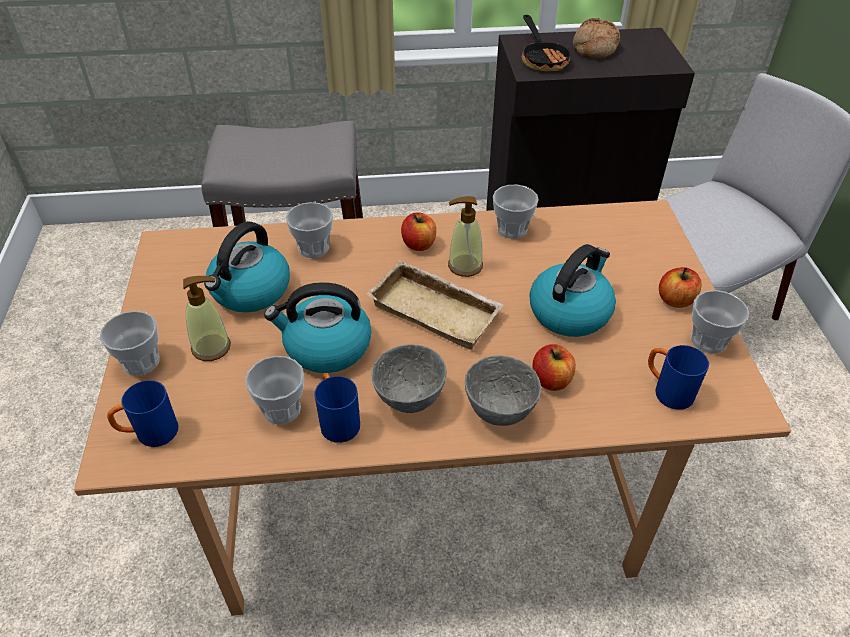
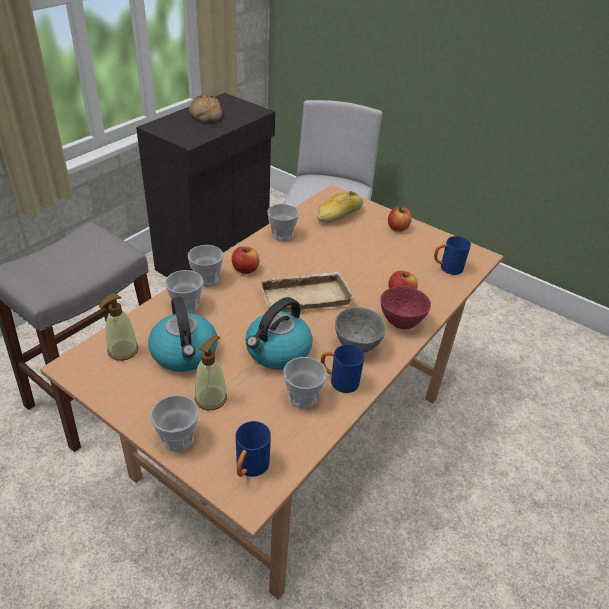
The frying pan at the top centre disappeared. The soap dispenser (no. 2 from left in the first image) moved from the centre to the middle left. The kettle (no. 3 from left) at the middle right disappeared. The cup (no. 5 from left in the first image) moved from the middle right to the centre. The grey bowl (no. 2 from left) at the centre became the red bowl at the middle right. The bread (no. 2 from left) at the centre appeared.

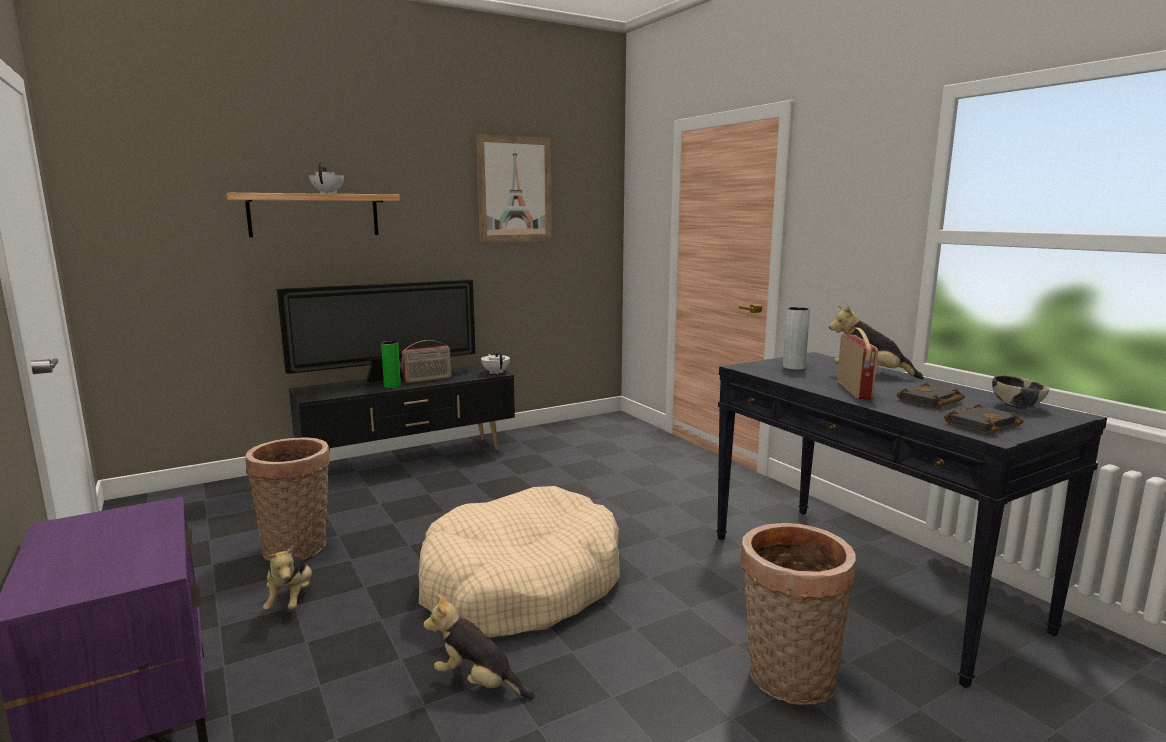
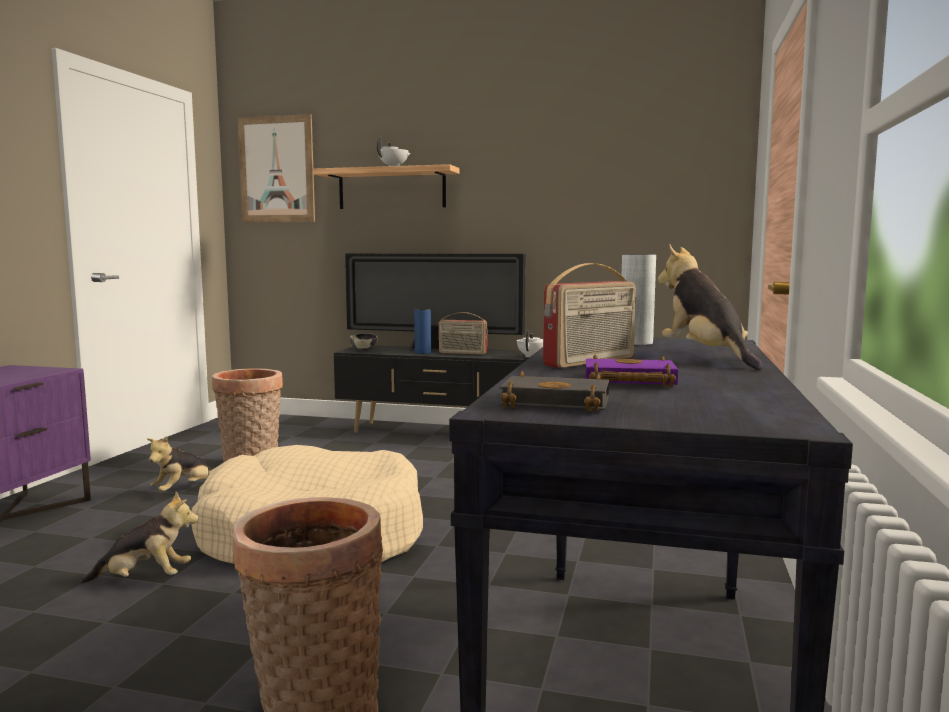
The picture moved from the top centre to the top left. The green vase at the centre became the blue vase at the centre. The bowl moved from the middle right to the centre. The black book (no. 1 from left) at the middle right became the purple book at the centre. The plush toy (no. 2 from left in the first image) at the bottom centre turned 105 degrees clockwise.

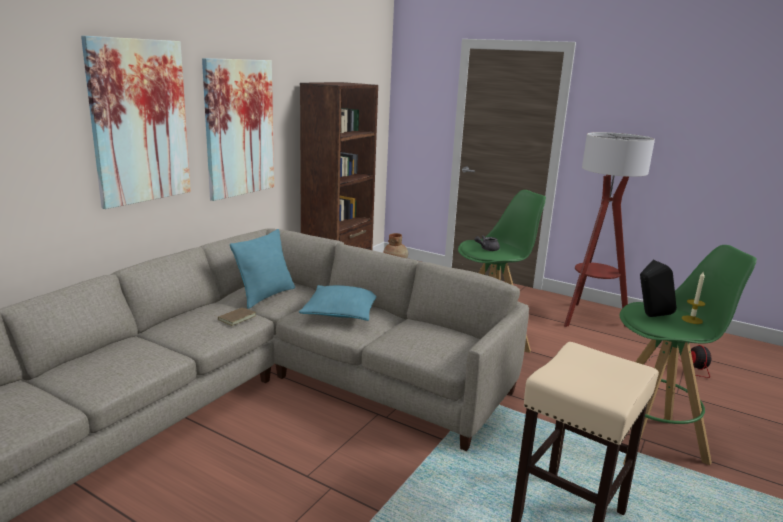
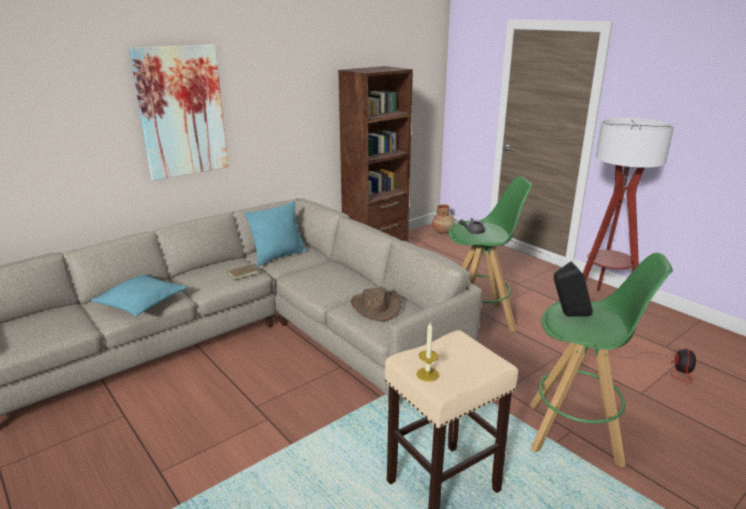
The picture (no. 2 from left) at the top left disappeared. The candle moved from the middle right to the bottom centre. The turquoise pillow (no. 2 from left in the first image) moved from the centre to the middle left. The brown hat at the centre appeared.

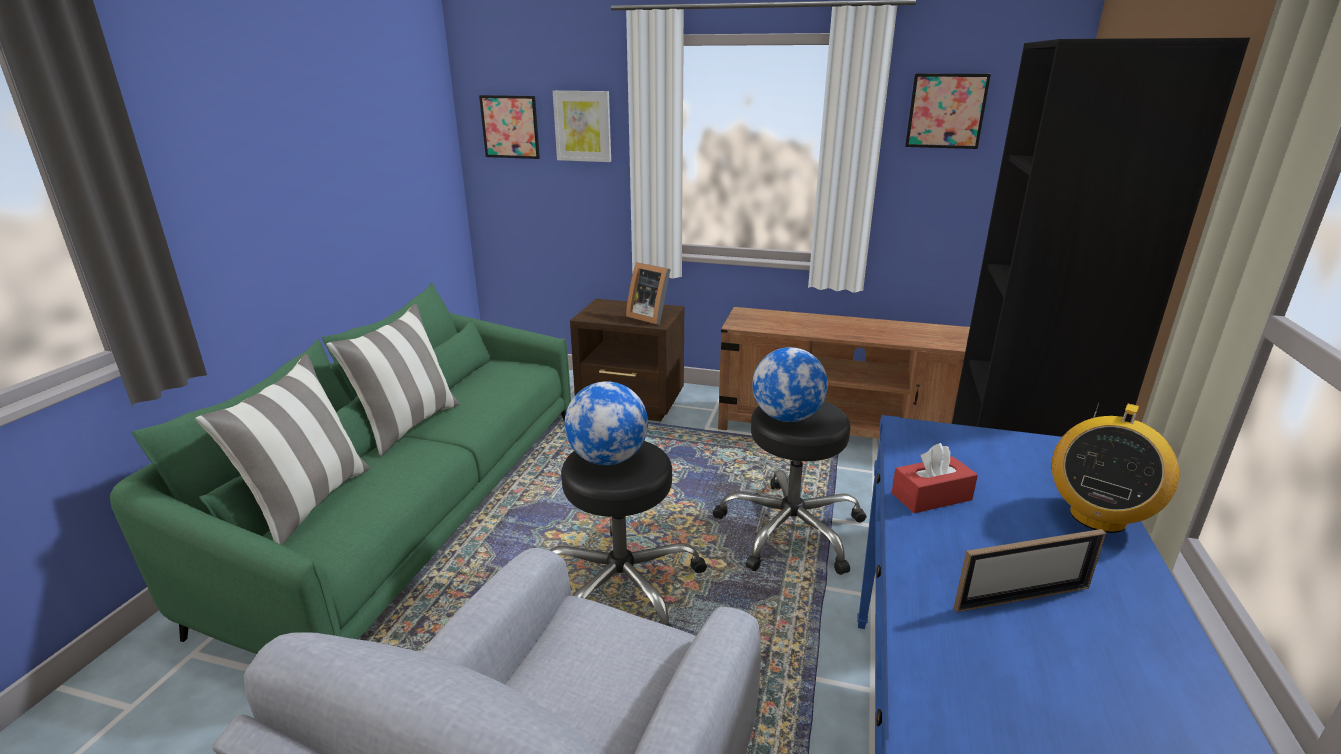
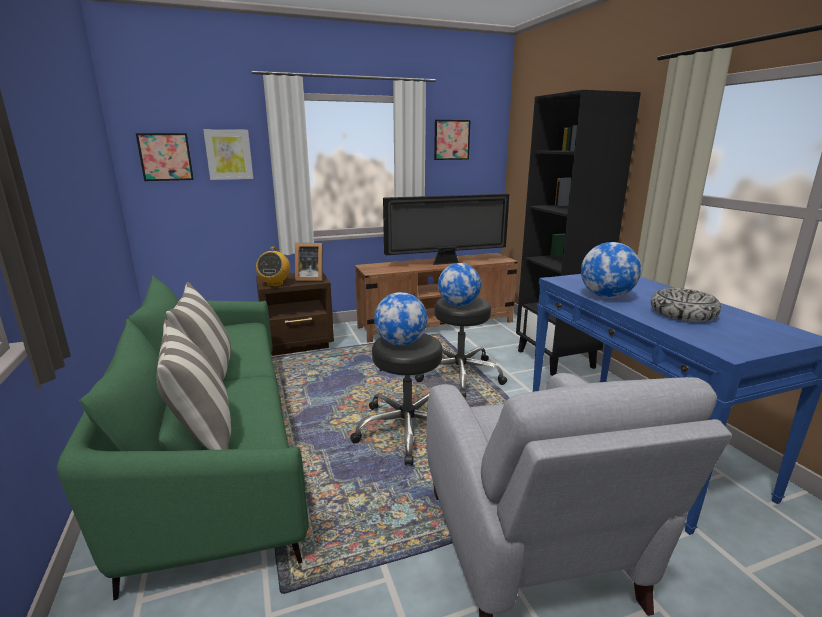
The radio moved from the middle right to the middle left. The red tissue box at the middle right was replaced by the globe (no. 3 from left) at the middle right. The picture frame (no. 2 from left) at the bottom right was replaced by the bowl at the middle right. The television at the centre appeared.

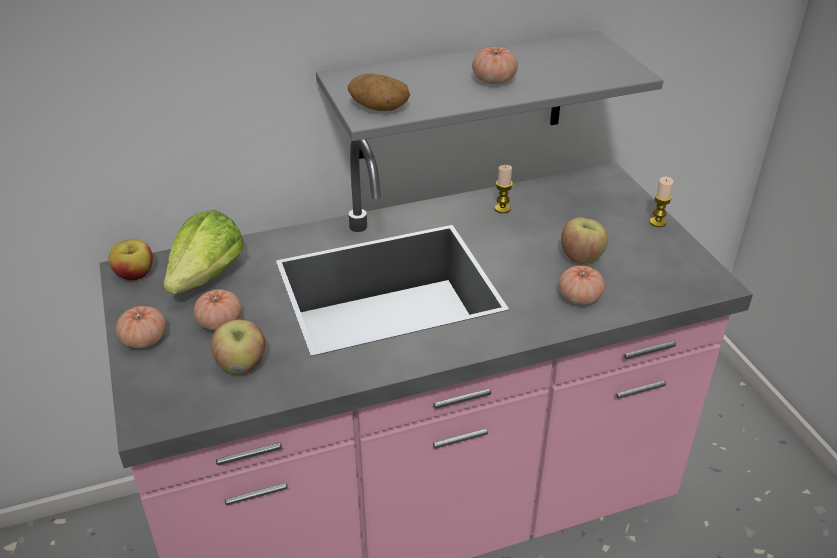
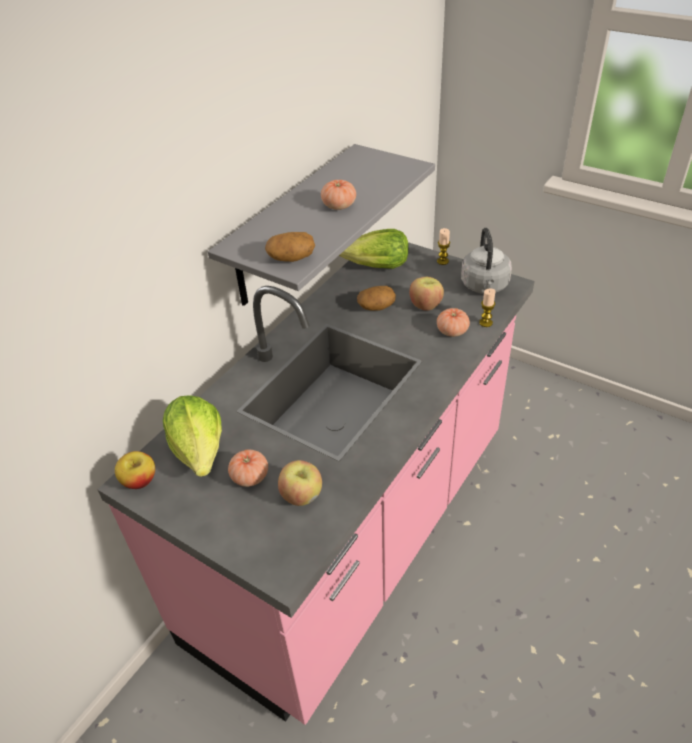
The candle (no. 1 from left in the first image) moved from the centre to the middle right. The tomato (no. 1 from left) at the middle left disappeared. The grey kettle at the middle right appeared. The lettuce (no. 2 from left) at the centre appeared. The potato (no. 2 from left) at the centre appeared.

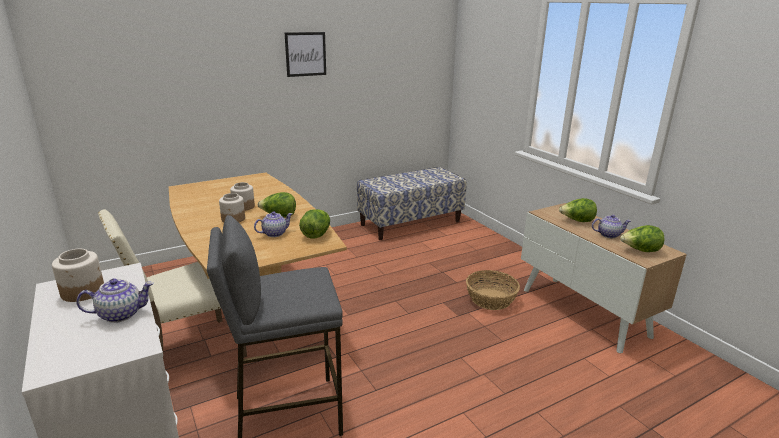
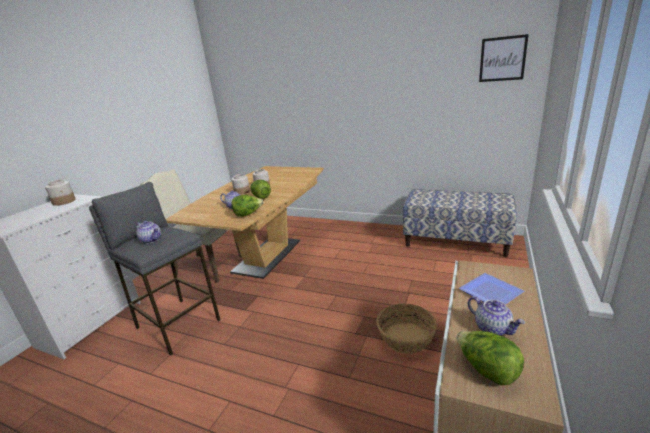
The picture moved from the top centre to the top right. The lettuce (no. 3 from left) at the middle right was replaced by the plate at the middle right. The teapot (no. 1 from left) moved from the bottom left to the middle left.

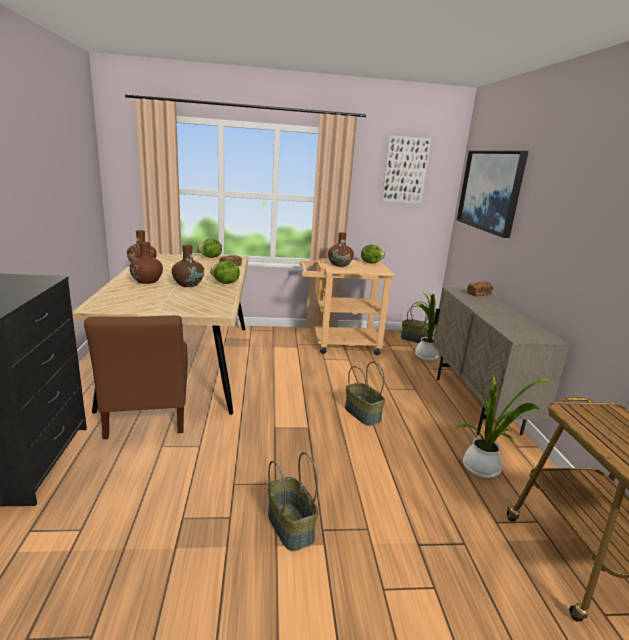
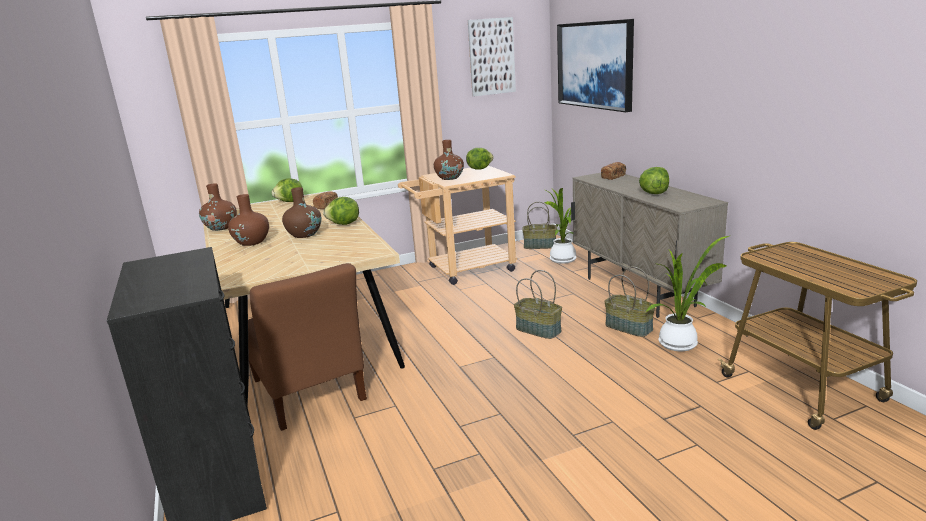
The basket (no. 1 from left in the first image) moved from the bottom centre to the middle right. The lettuce (no. 4 from left) at the middle right appeared.

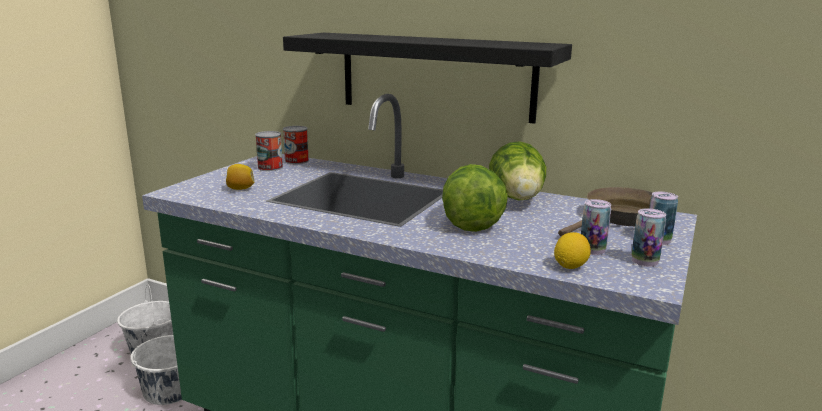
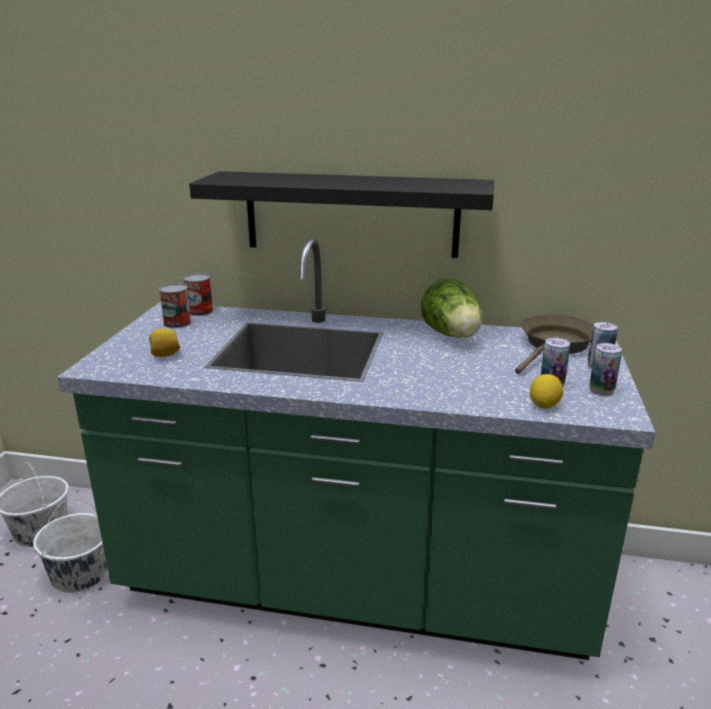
The lettuce (no. 1 from left) at the centre disappeared.

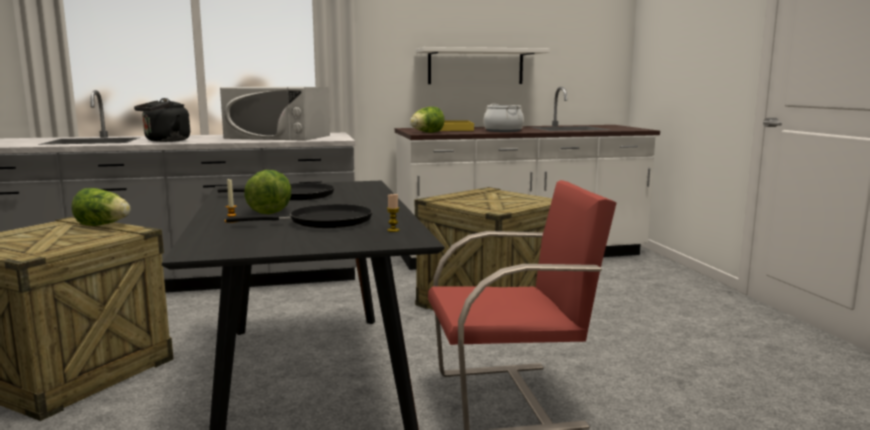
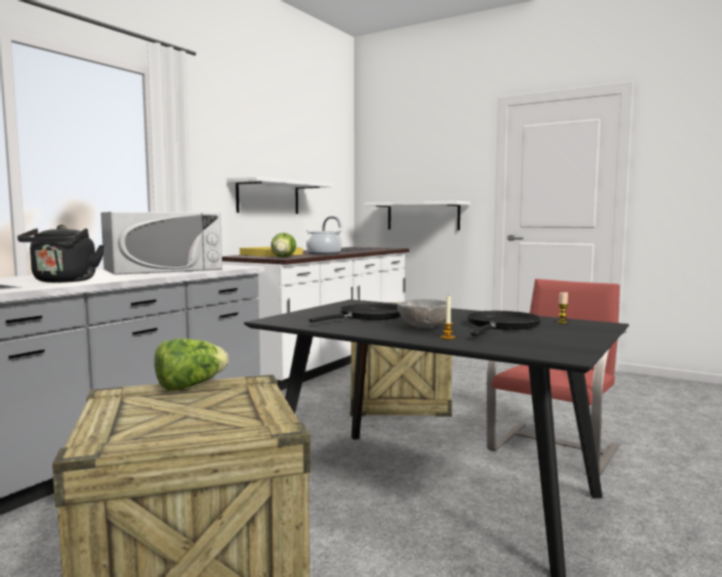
The lettuce (no. 2 from left) at the middle left was replaced by the grey bowl at the centre. The white shelf (no. 2 from left) at the centre appeared.

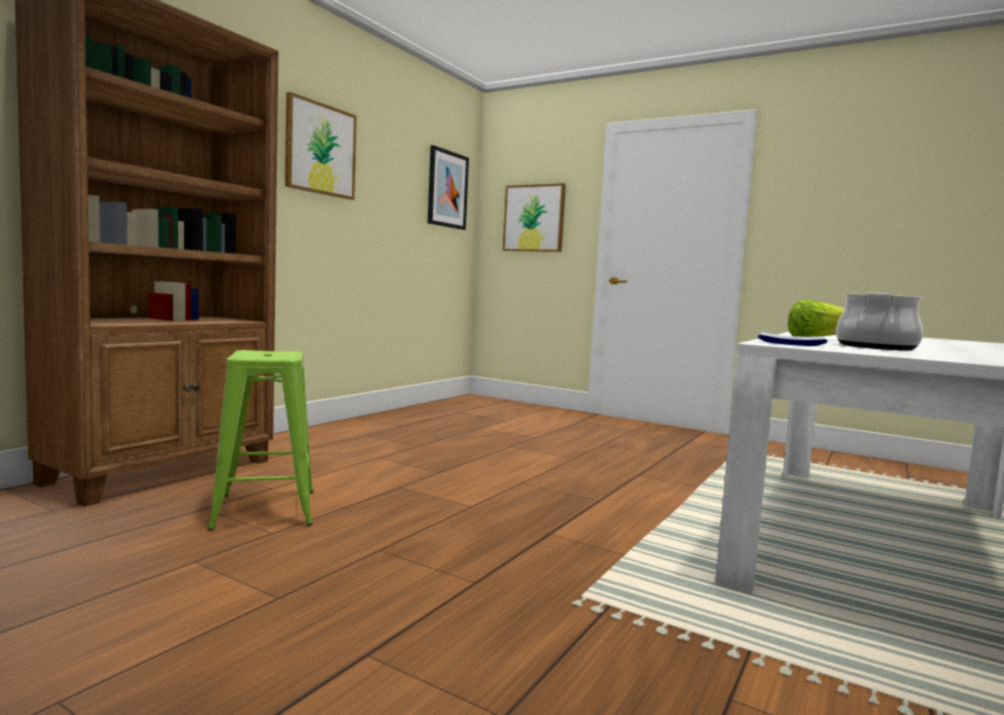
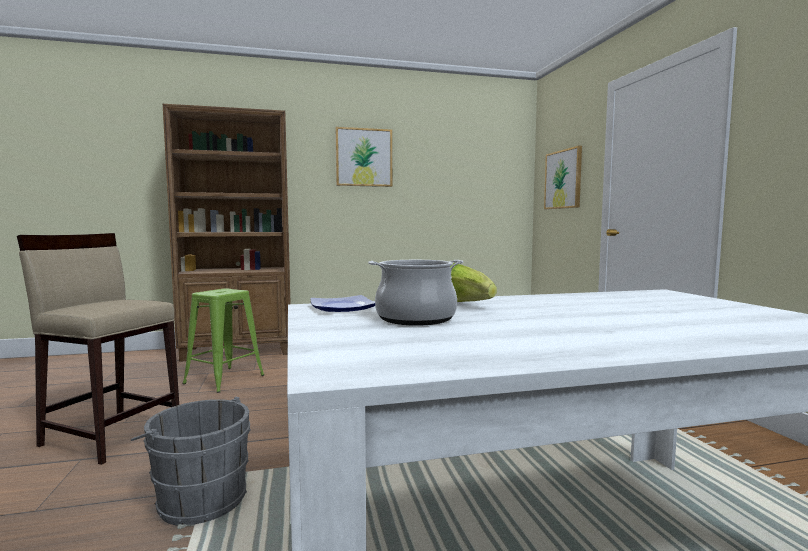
The picture (no. 2 from left) at the top centre disappeared. The beige stool at the middle left appeared. The grey bucket at the bottom left appeared.

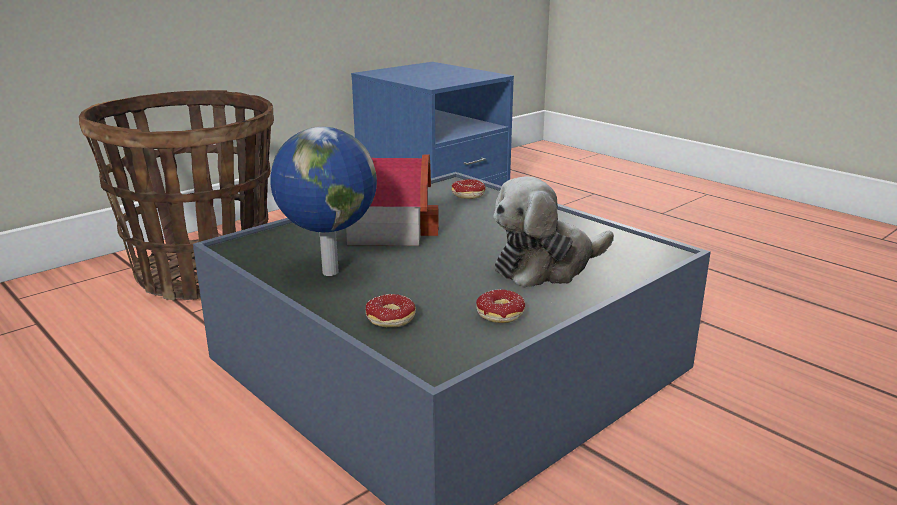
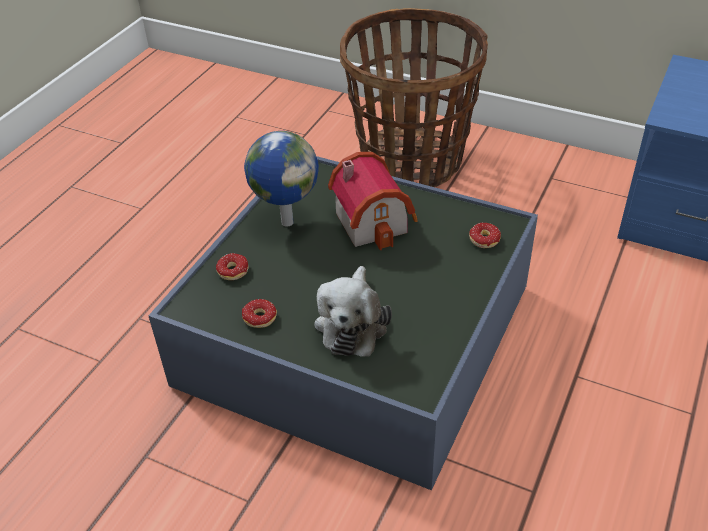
The plush toy at the centre turned 120 degrees counterclockwise.

